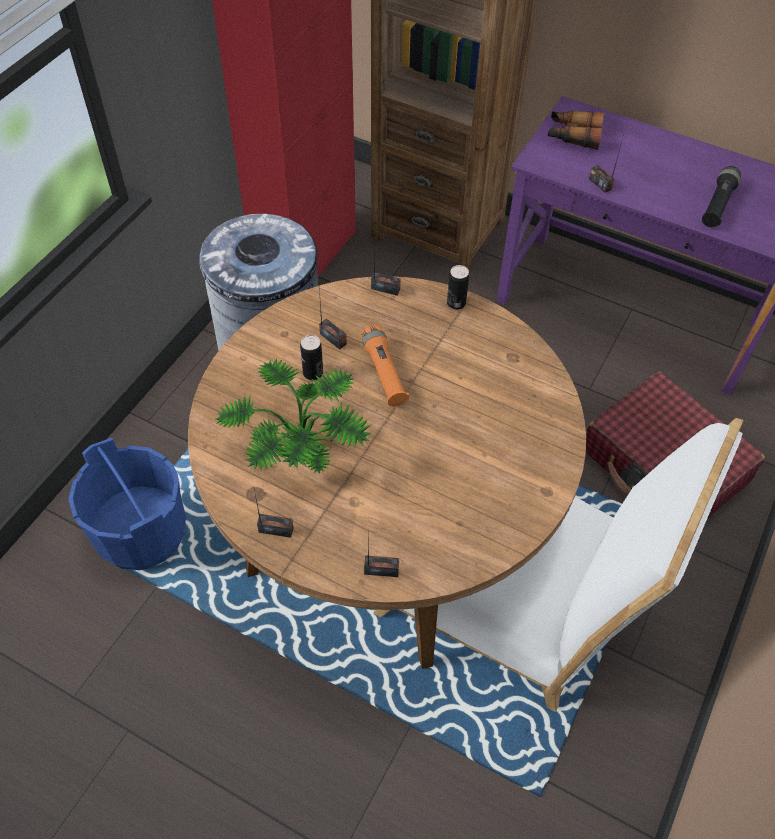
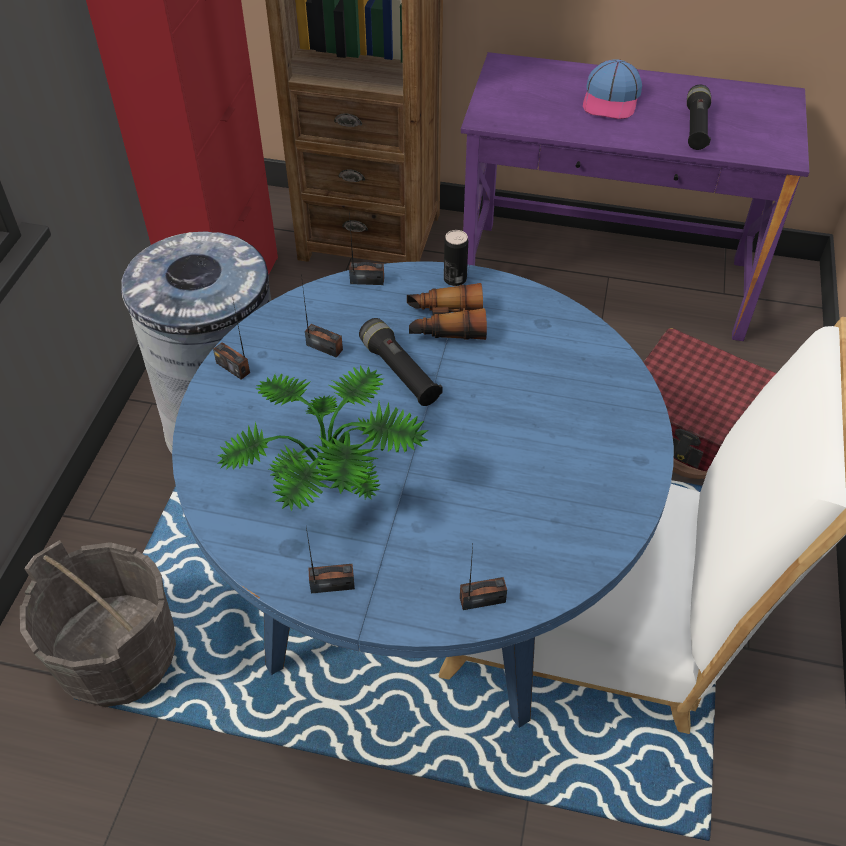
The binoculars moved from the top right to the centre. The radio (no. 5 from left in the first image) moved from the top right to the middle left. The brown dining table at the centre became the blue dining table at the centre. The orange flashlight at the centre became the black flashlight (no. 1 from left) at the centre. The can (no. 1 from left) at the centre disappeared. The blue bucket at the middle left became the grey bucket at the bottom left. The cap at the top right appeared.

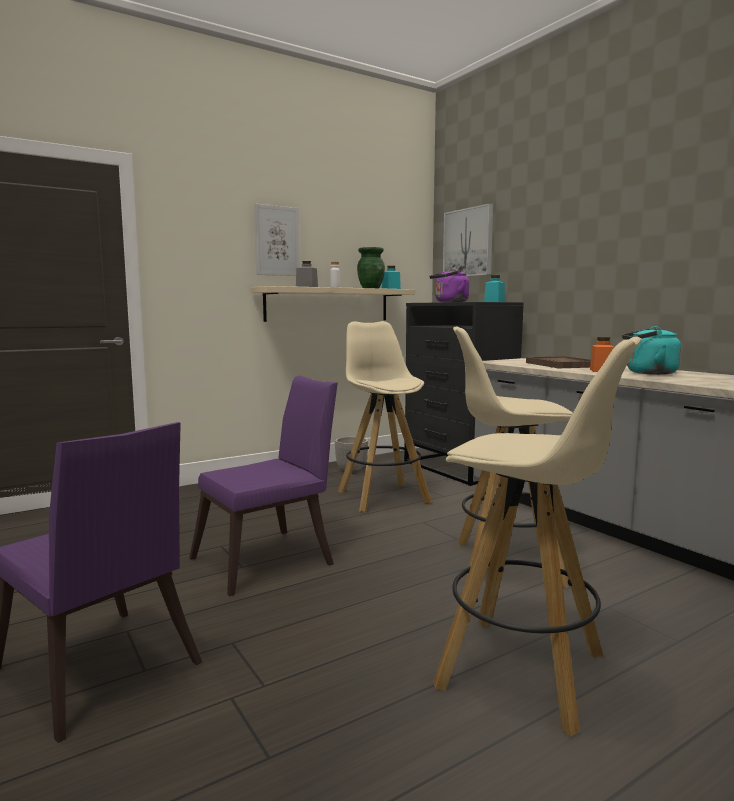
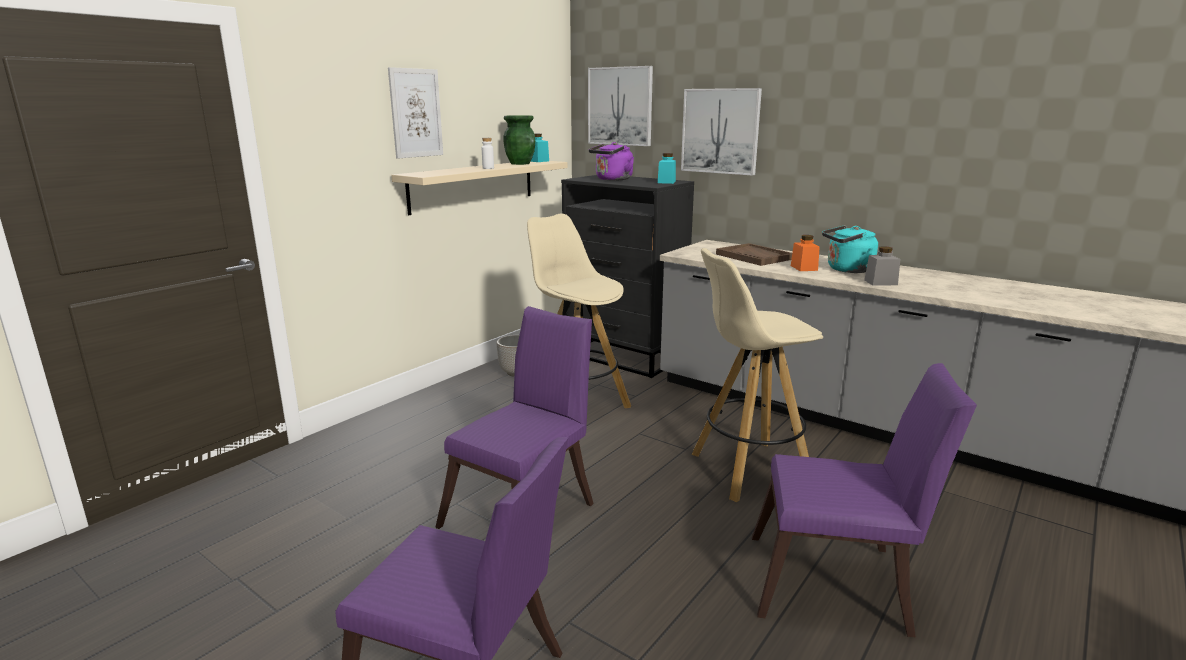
The grey jar moved from the centre to the middle right. The beige stool (no. 3 from left) at the bottom right was replaced by the purple chair (no. 3 from left) at the bottom right. The picture (no. 3 from left) at the top centre appeared.

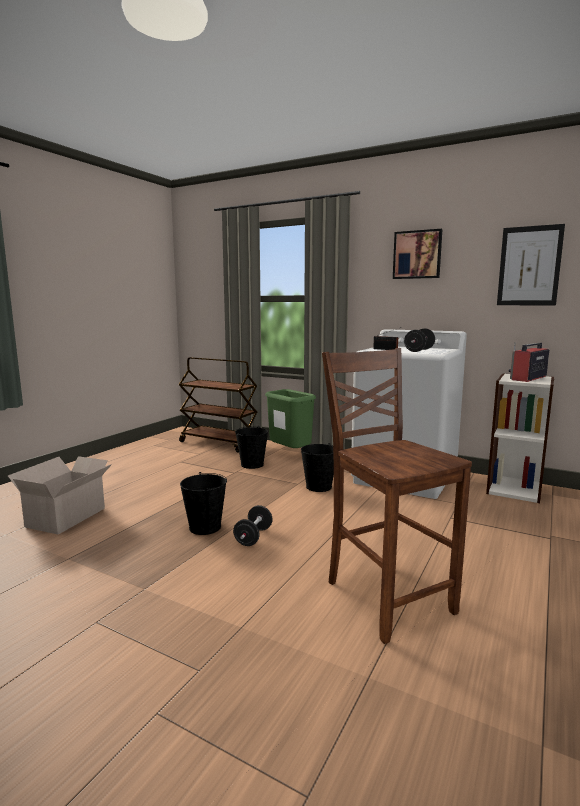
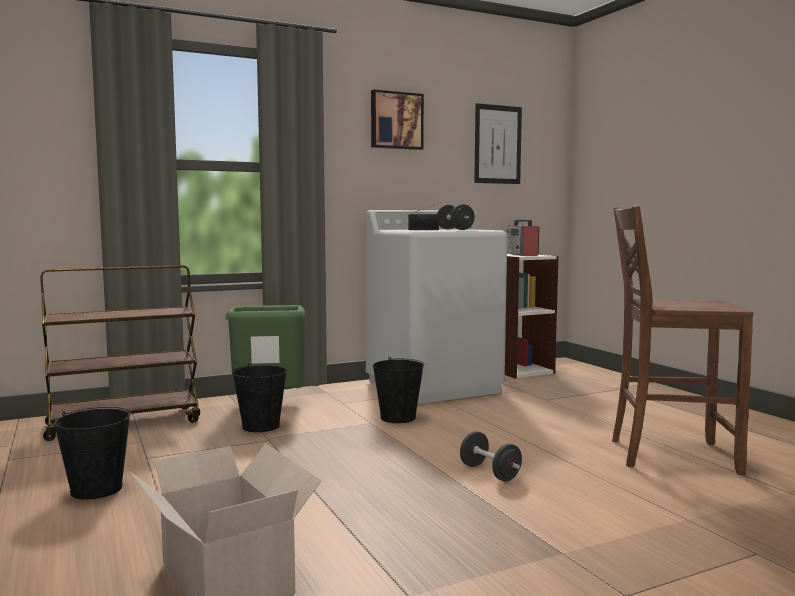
The black bucket (no. 1 from left) moved from the centre to the bottom left.

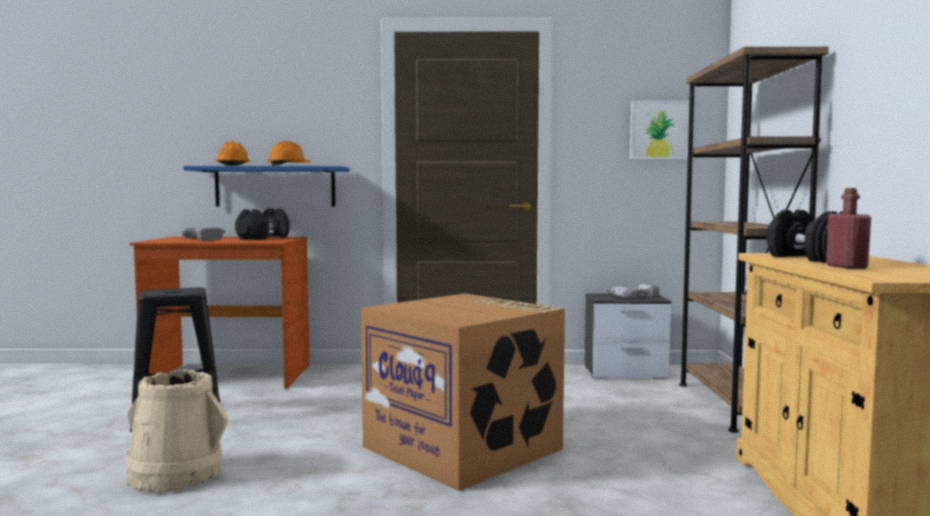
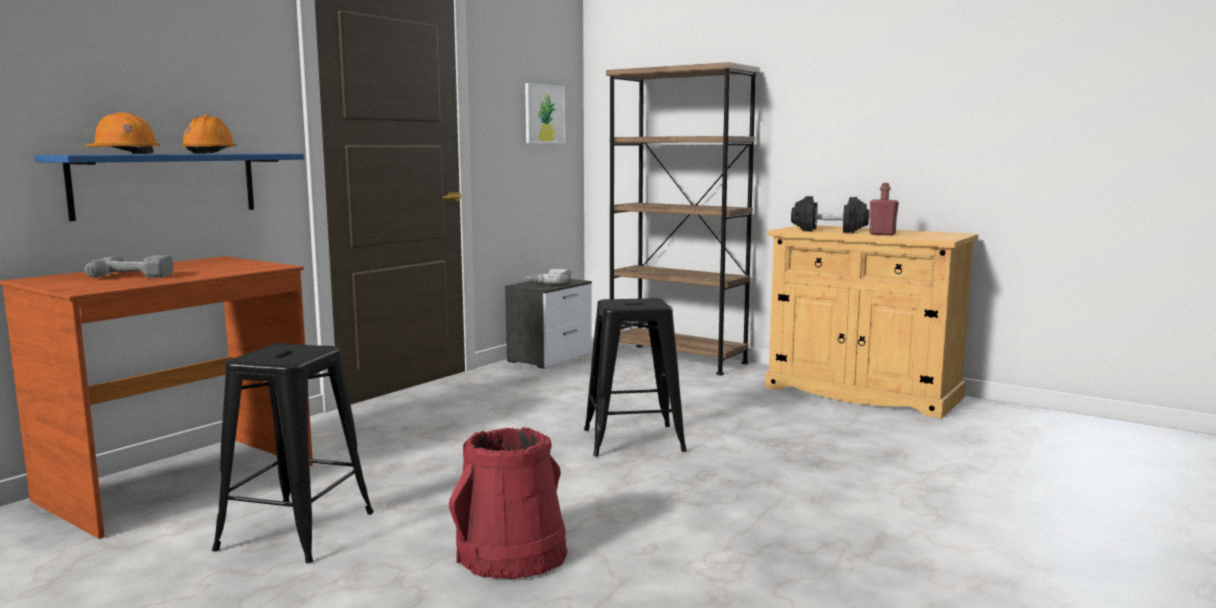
The black dumbbell (no. 1 from left) at the middle left disappeared. The cardboard box at the bottom centre was replaced by the black stool (no. 2 from left) at the centre. The beige bucket at the bottom left became the red bucket at the bottom centre.

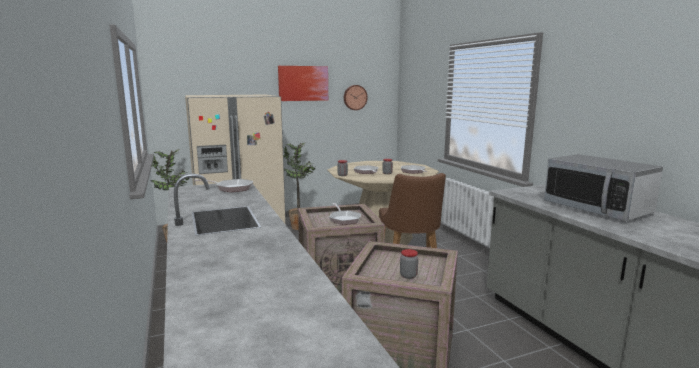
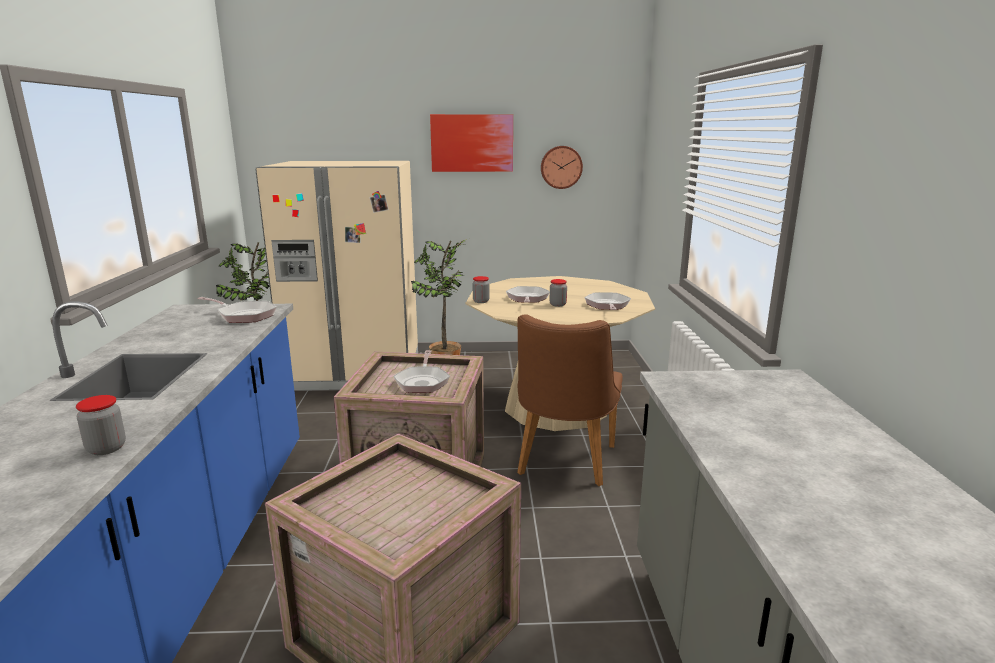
The microwave at the middle right disappeared. The jar (no. 3 from left in the first image) moved from the bottom centre to the middle left.

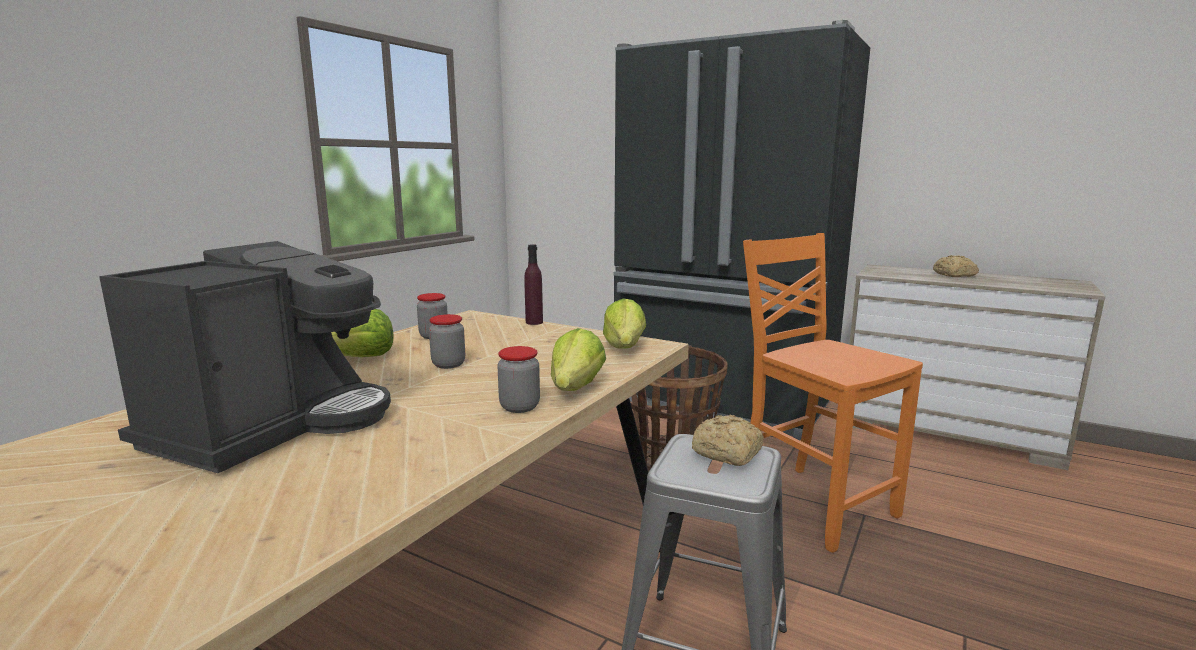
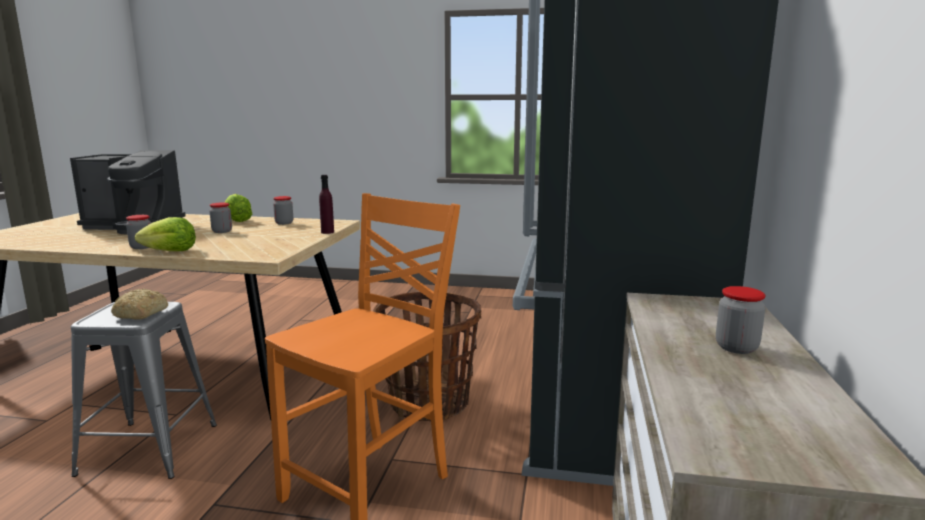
The bread (no. 2 from left) at the middle right was replaced by the jar (no. 4 from left) at the middle right. The lettuce (no. 3 from left) at the centre disappeared.

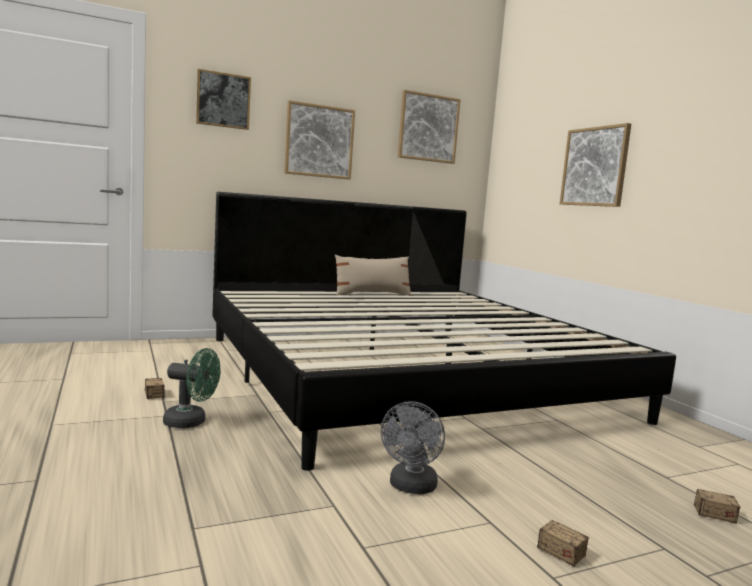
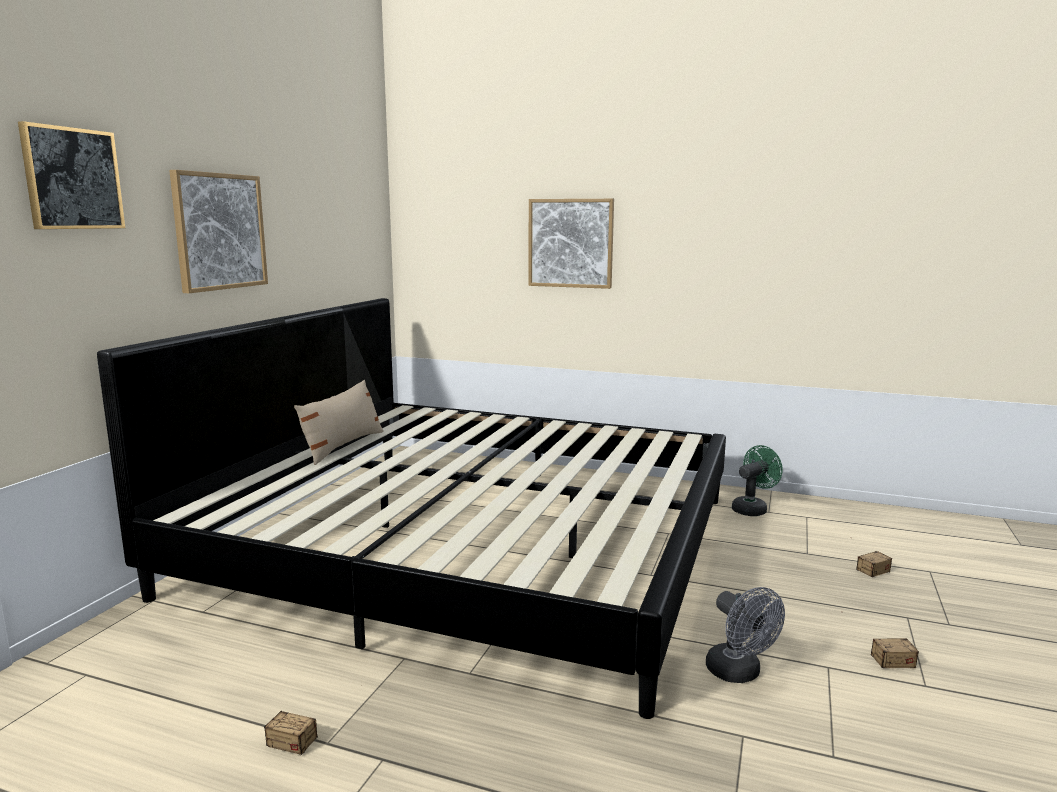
The picture (no. 3 from left) at the top centre disappeared. The green fan moved from the middle left to the middle right.

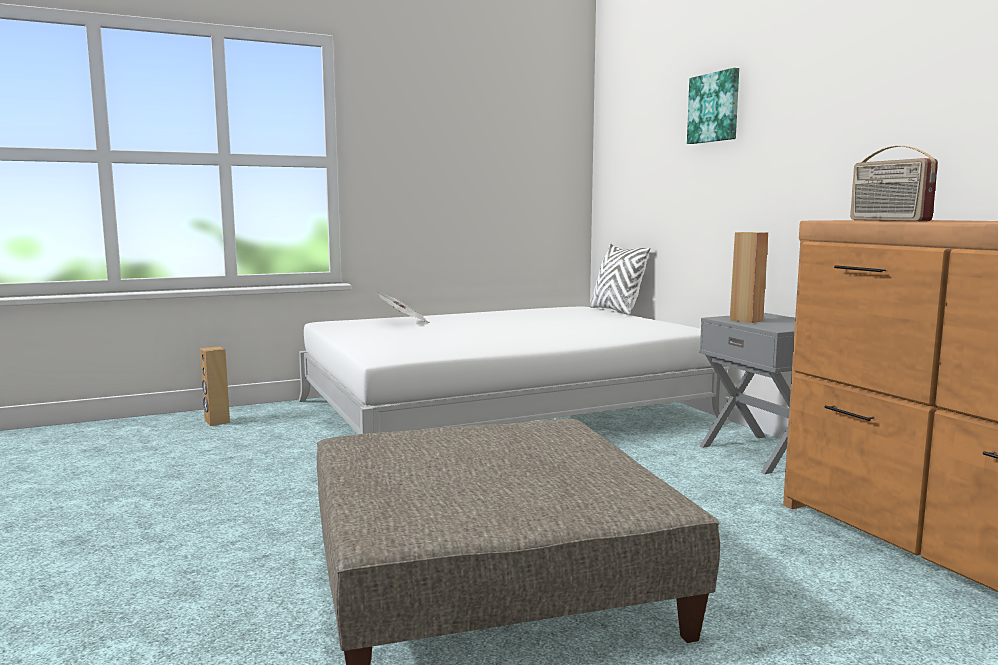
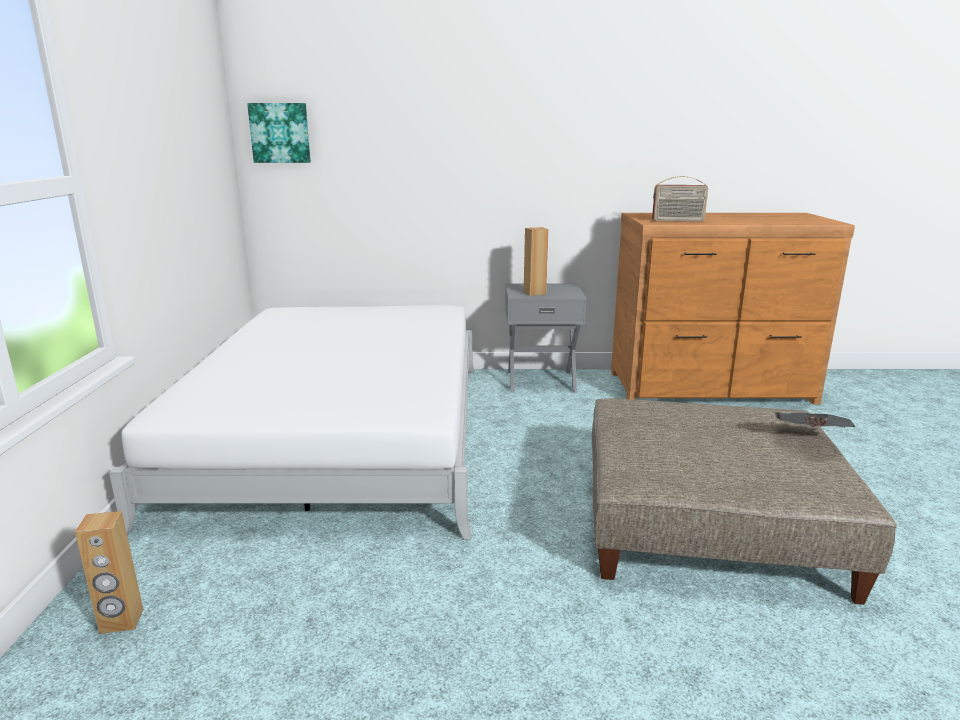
The picture moved from the top right to the top left. The white pillow at the centre disappeared. The newspaper moved from the centre to the middle right.

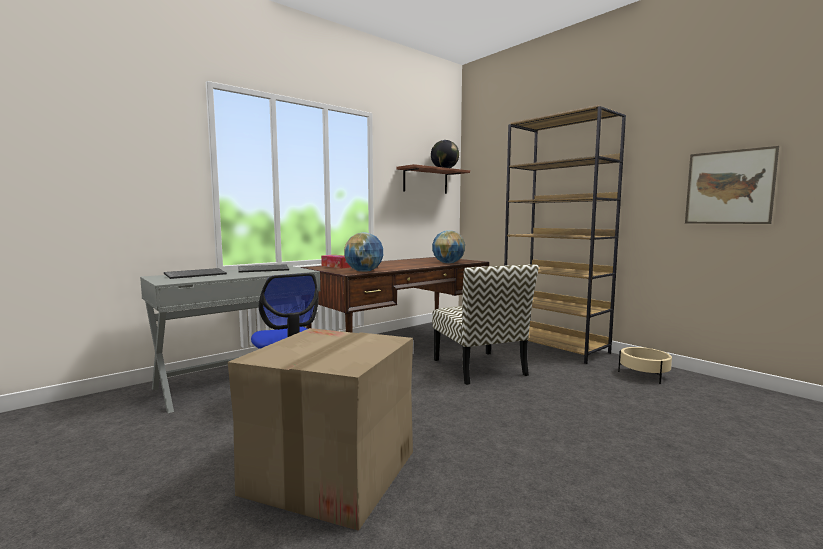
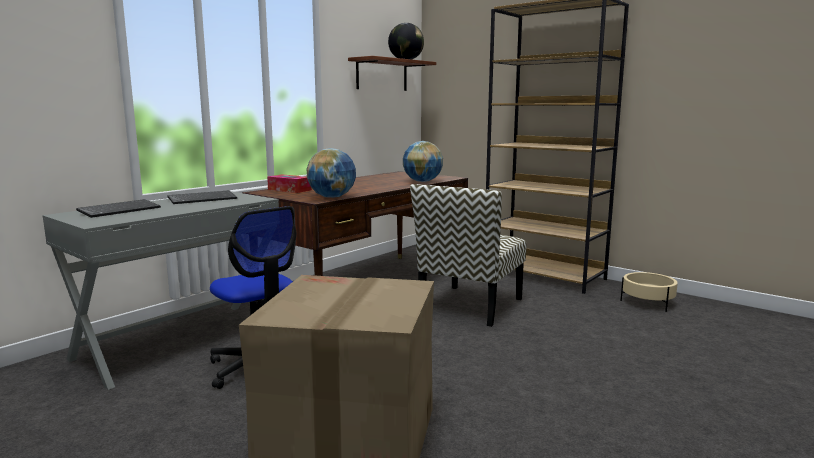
The picture at the middle right disappeared. The chair at the centre turned 60 degrees clockwise.

